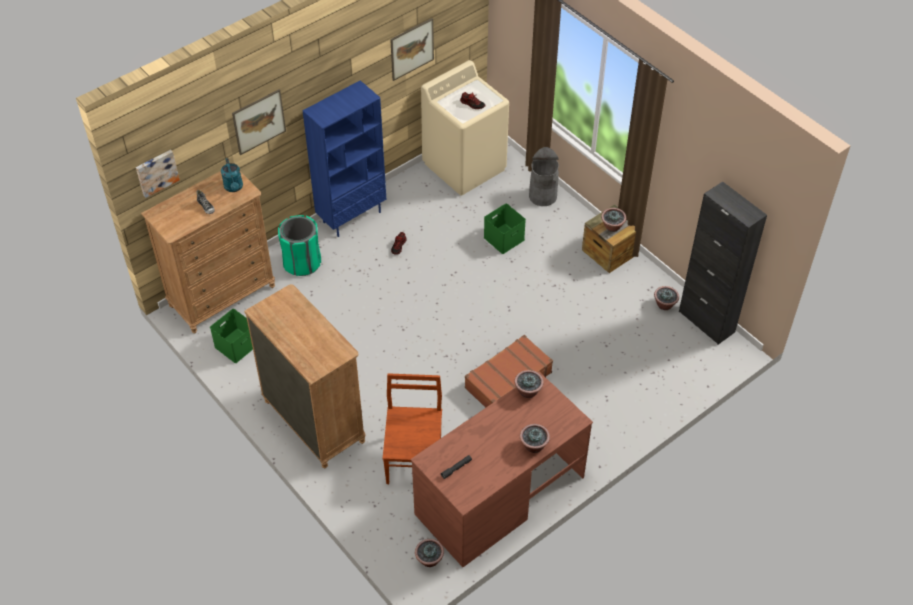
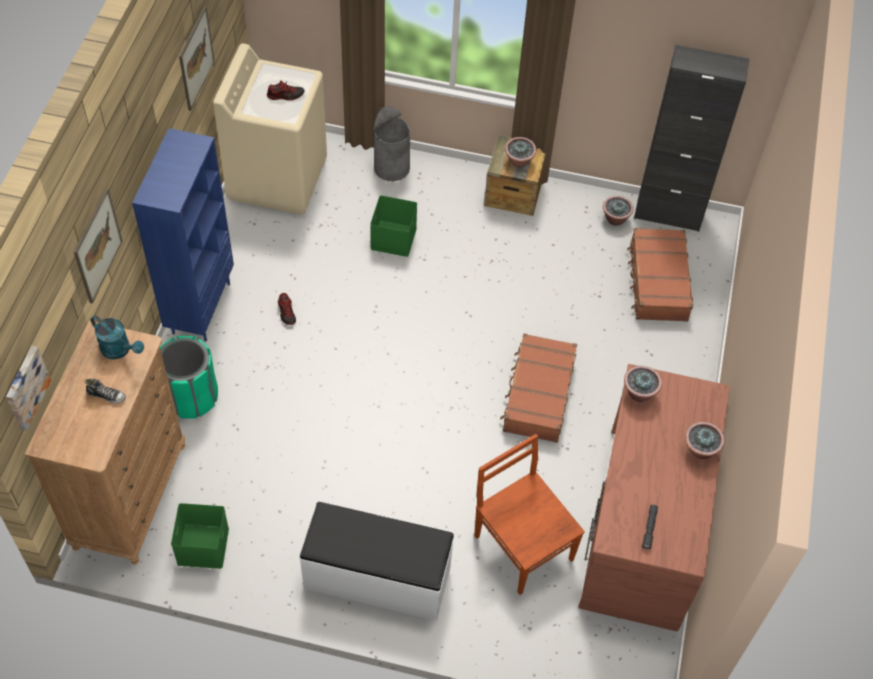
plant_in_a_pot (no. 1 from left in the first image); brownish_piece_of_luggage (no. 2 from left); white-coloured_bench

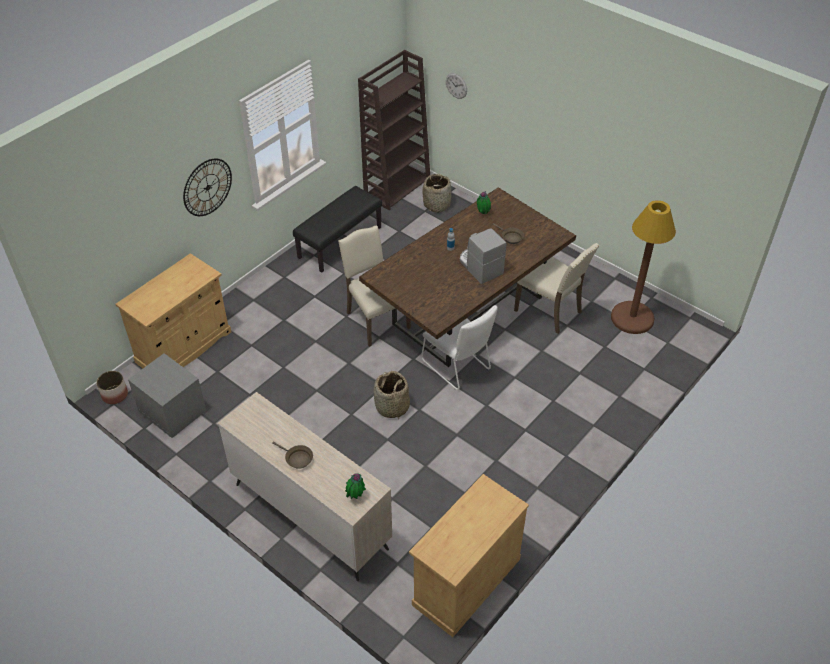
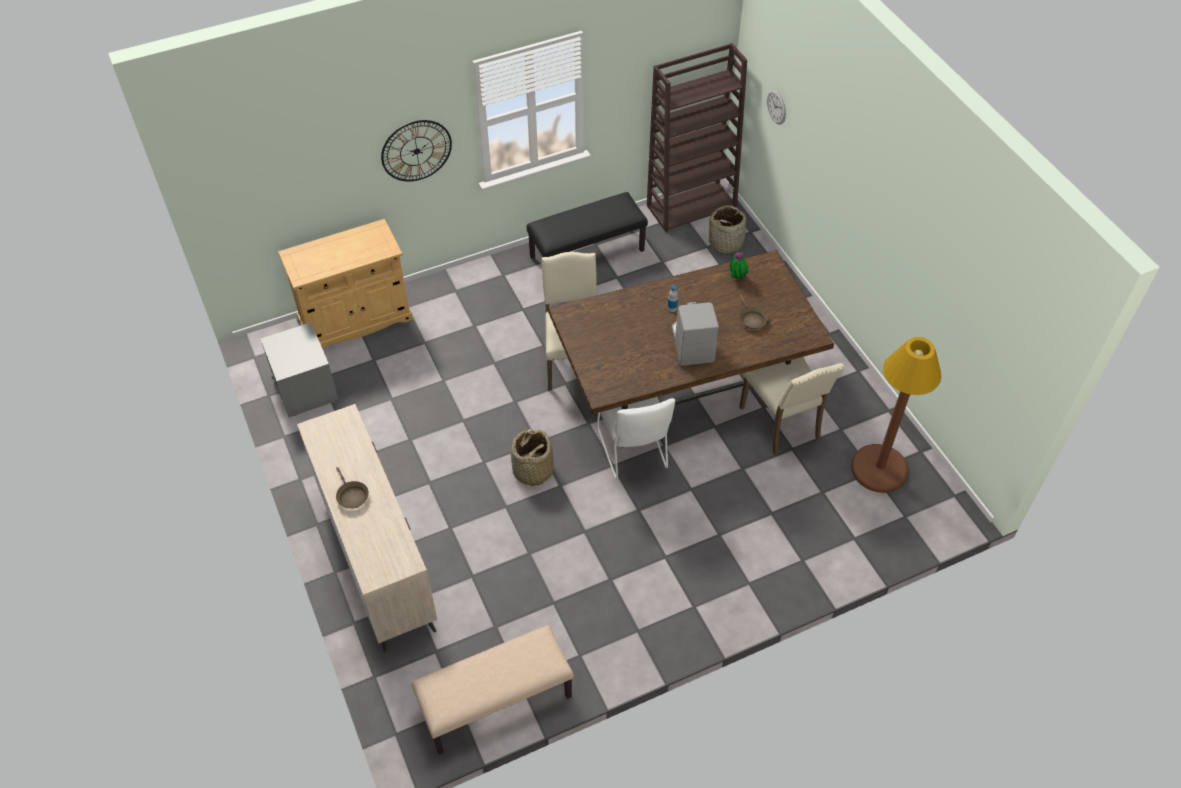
flower_pot; plant_in_a_pot (no. 1 from left in the first image); beige-coloured_bench

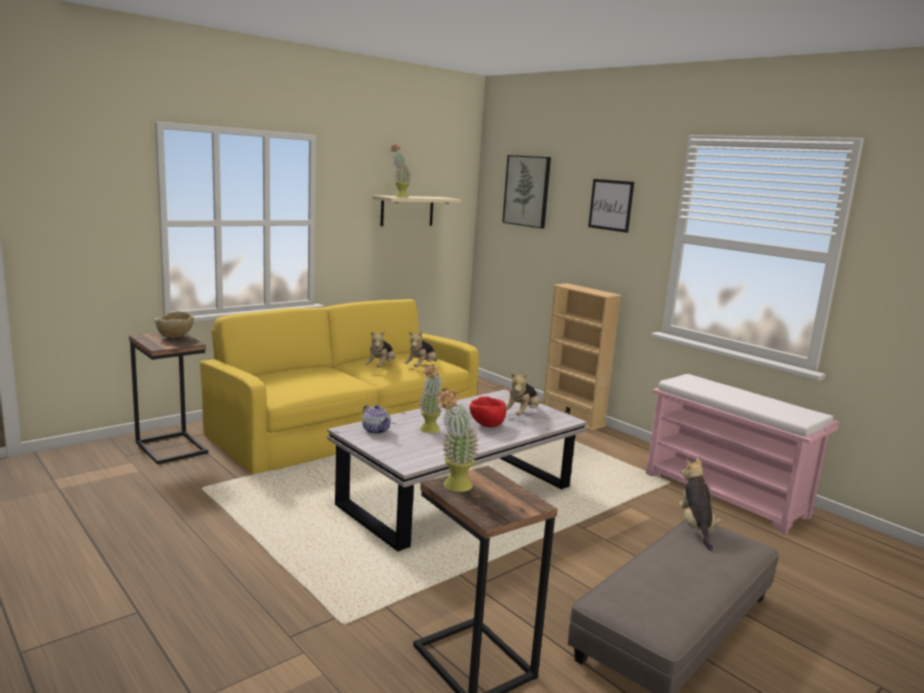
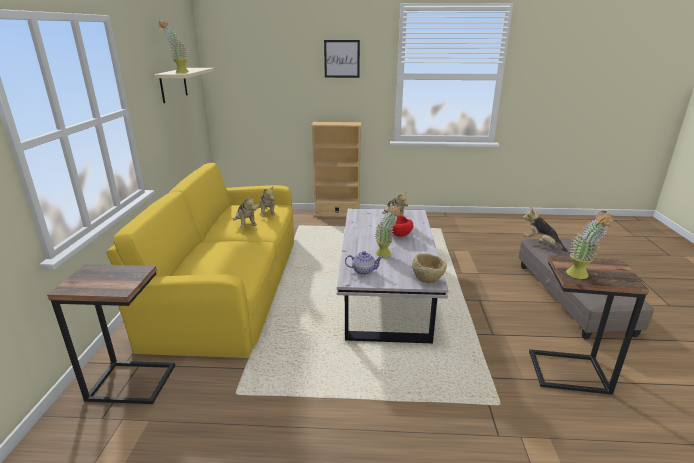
wall_art (no. 1 from left in the first image); pink_bench; beige-coloured_bowl

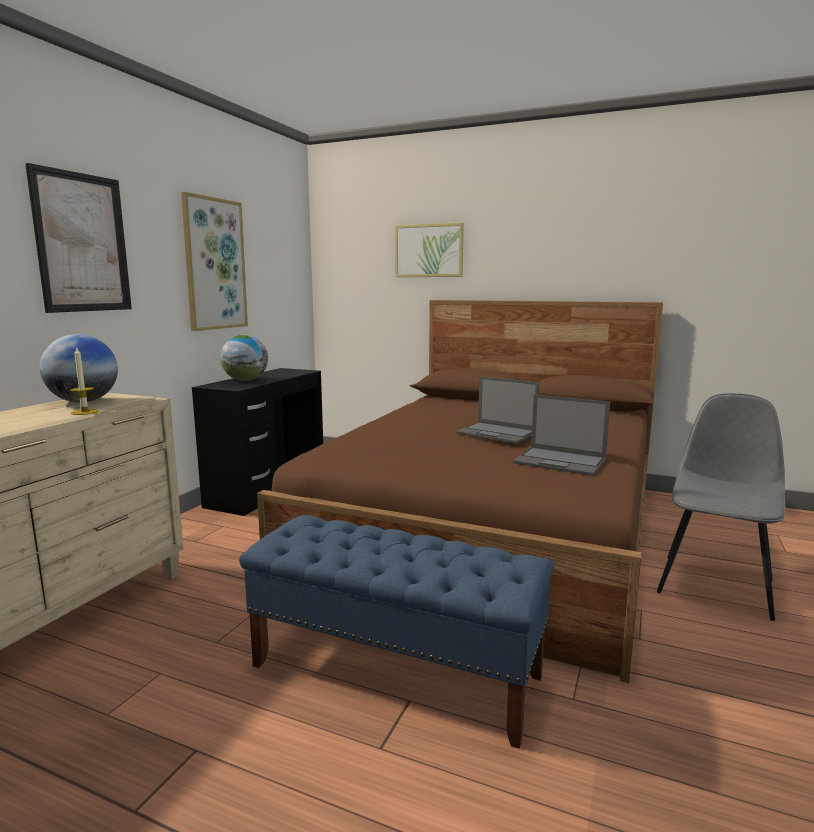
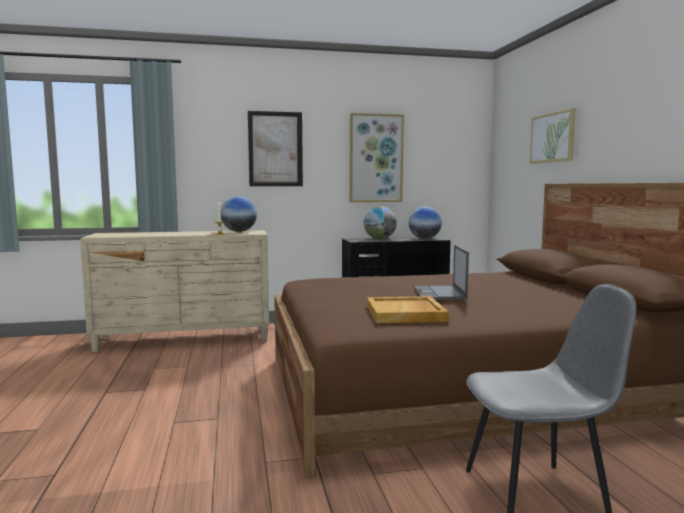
bluish_bench; world_globe (no. 3 from left); beige-coloured_tray

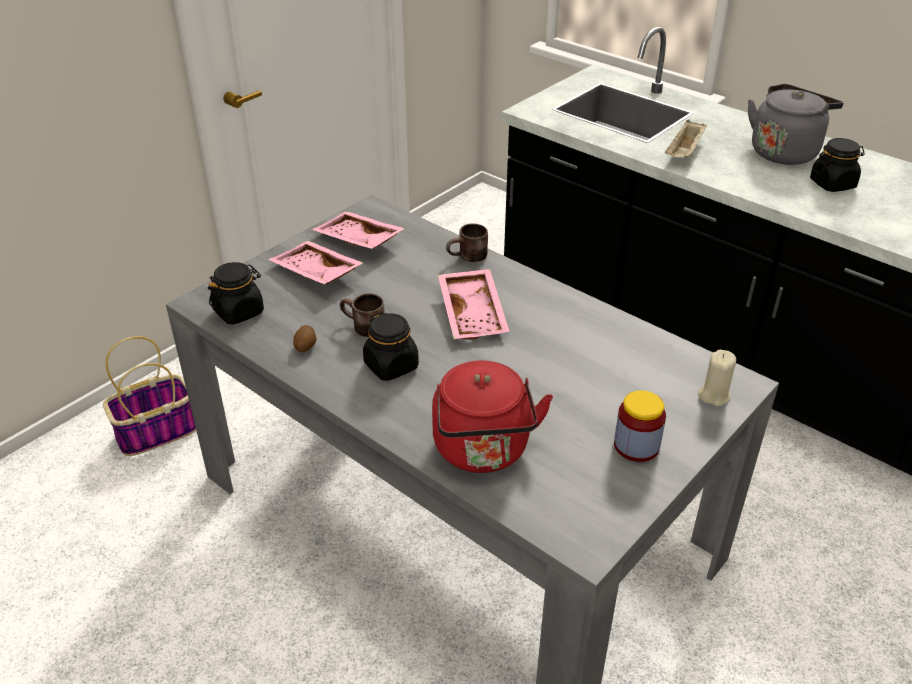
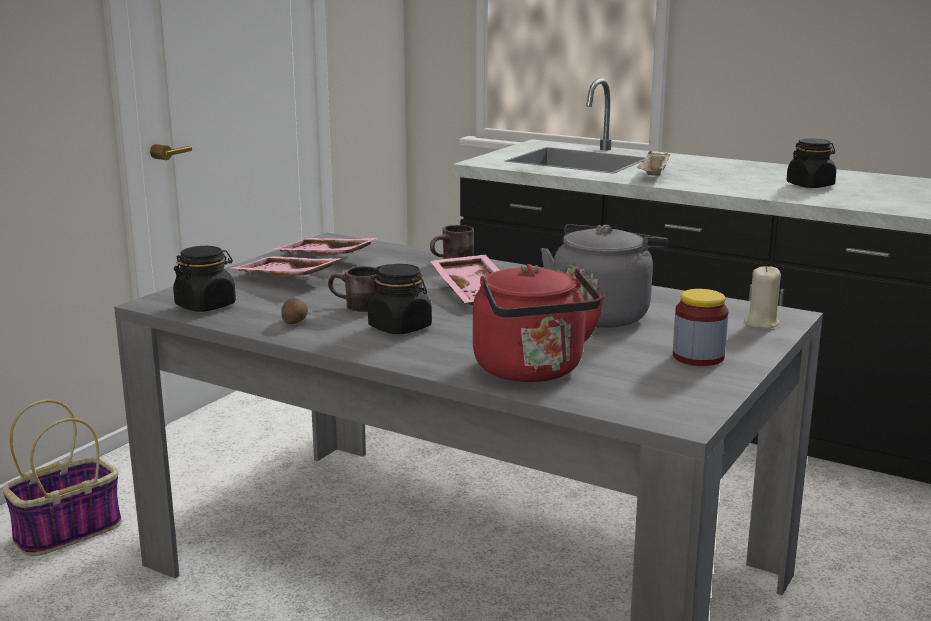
gray_tea_kettle

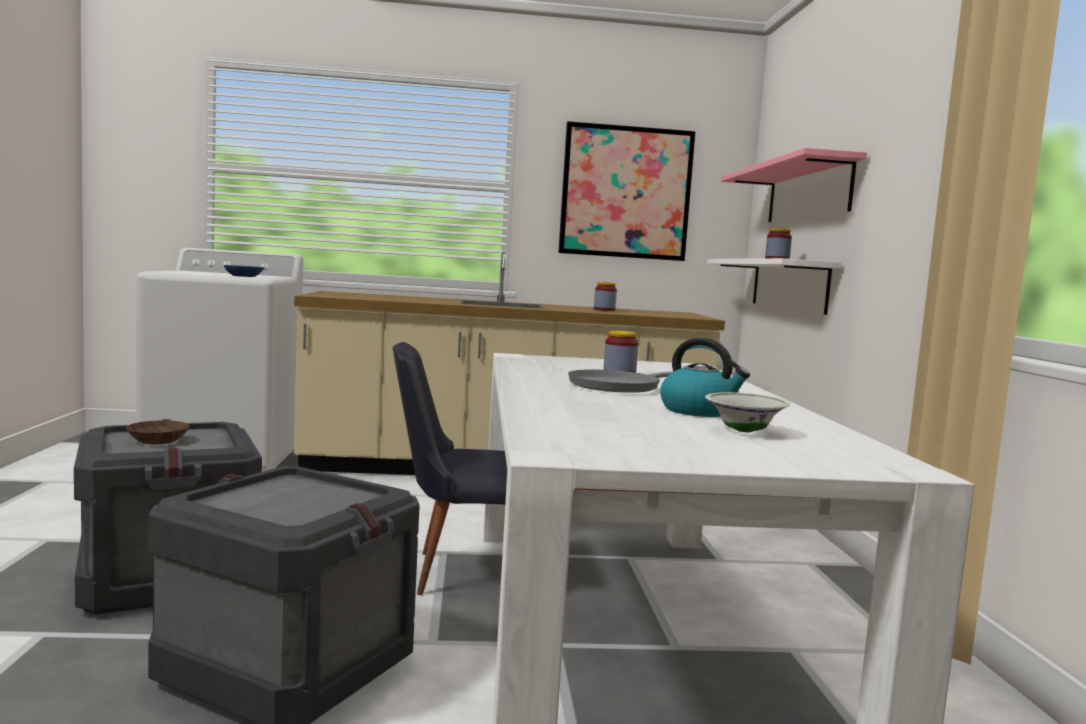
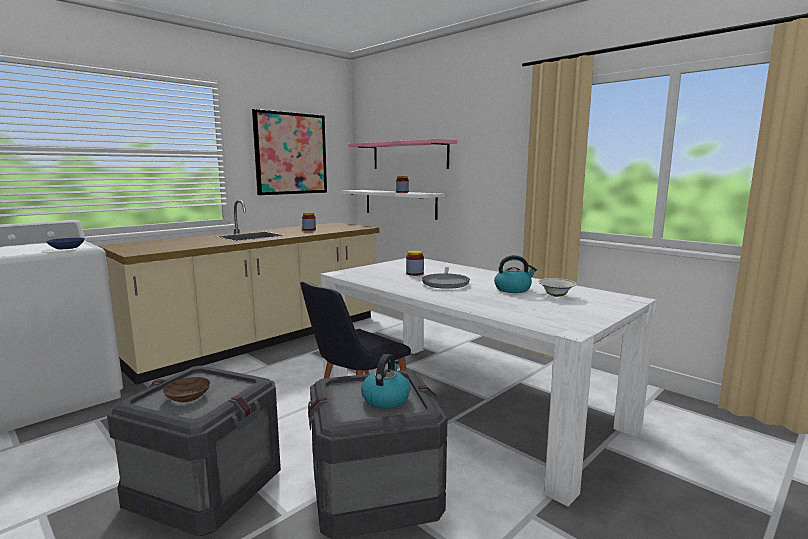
tea_kettle (no. 1 from left)

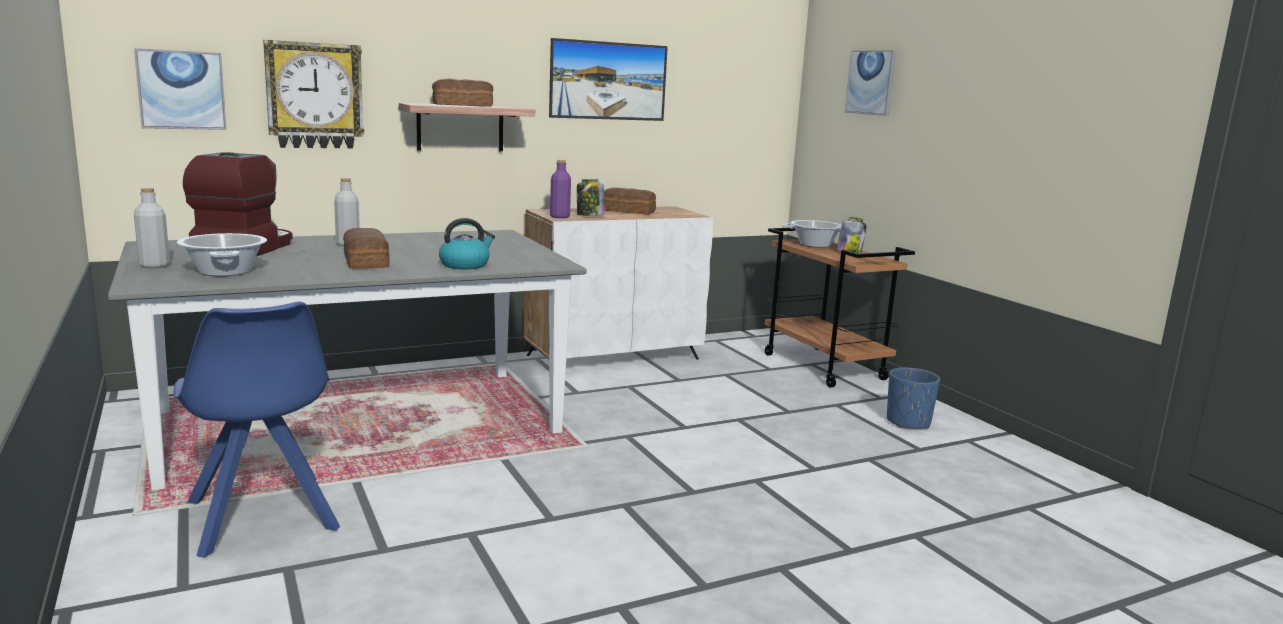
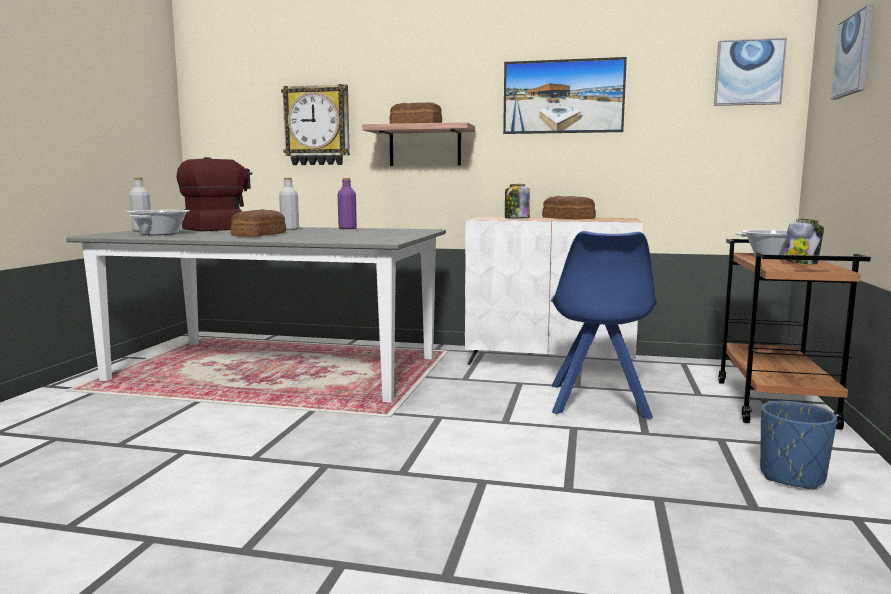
tea_kettle; wall_art (no. 2 from left); bluish_upright_chair; purple_beverage_bottle

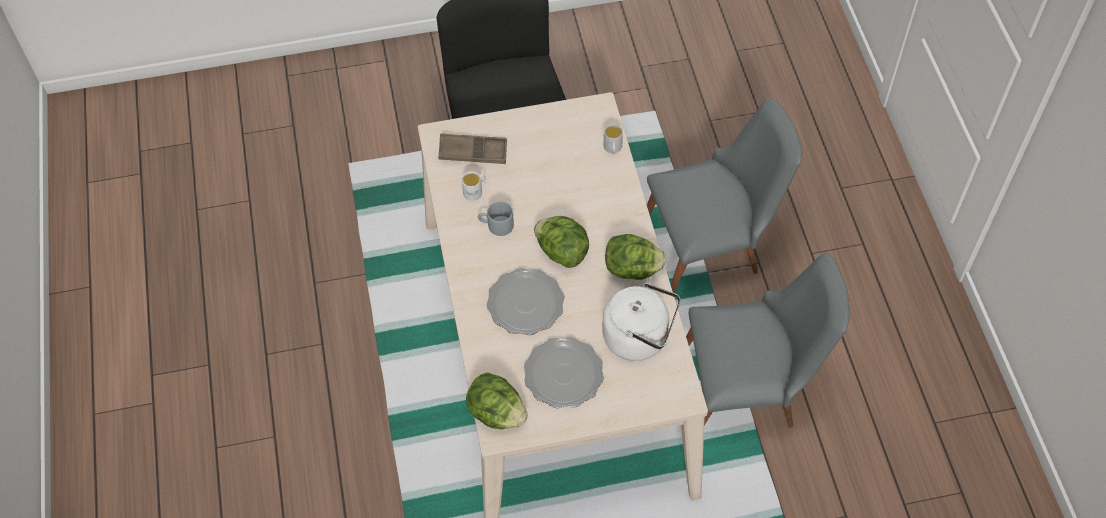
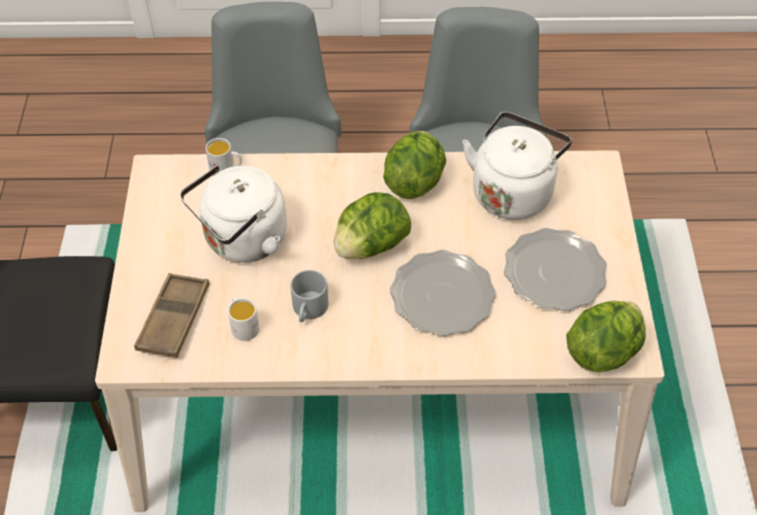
white-coloured_tea_kettle (no. 1 from left)

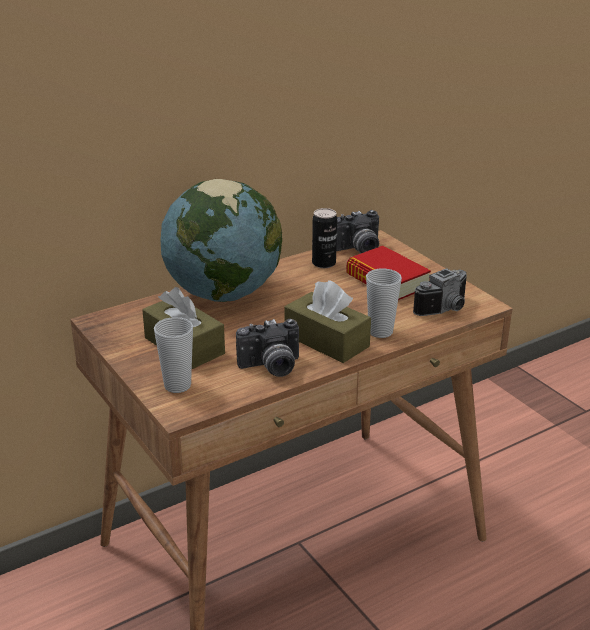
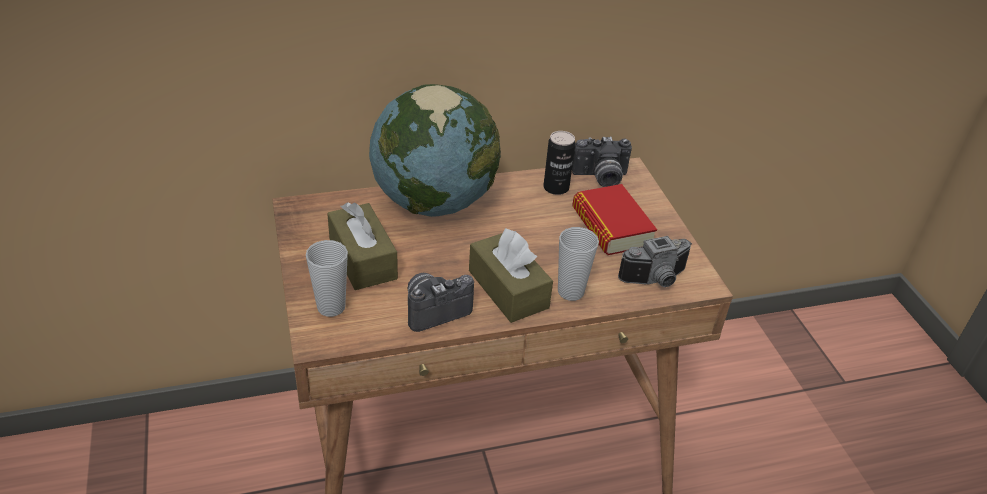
still_camera (no. 1 from left)

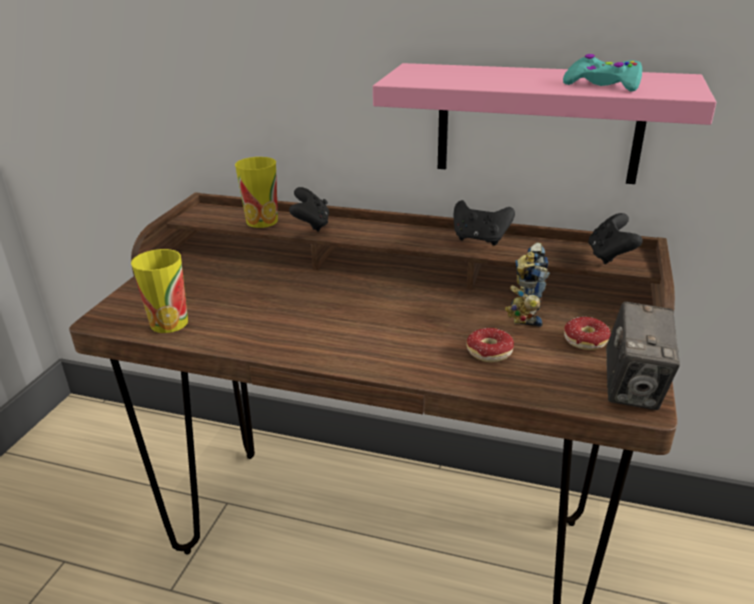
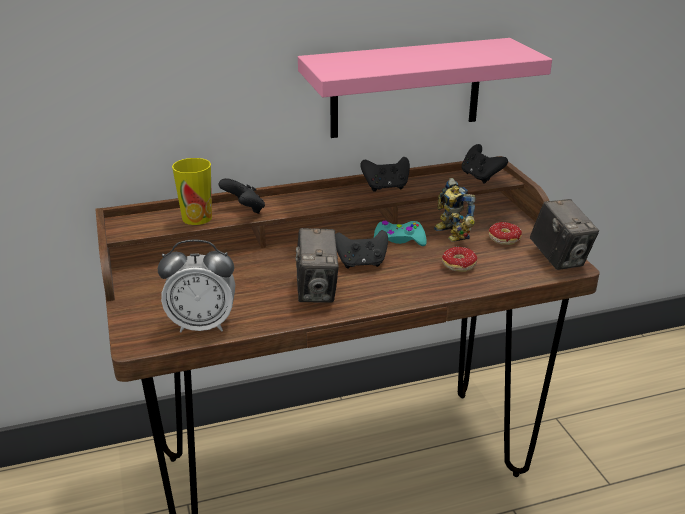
still_camera (no. 1 from left); blackish_gamepad (no. 2 from left); turquoise_gamepad; alarm_clock

